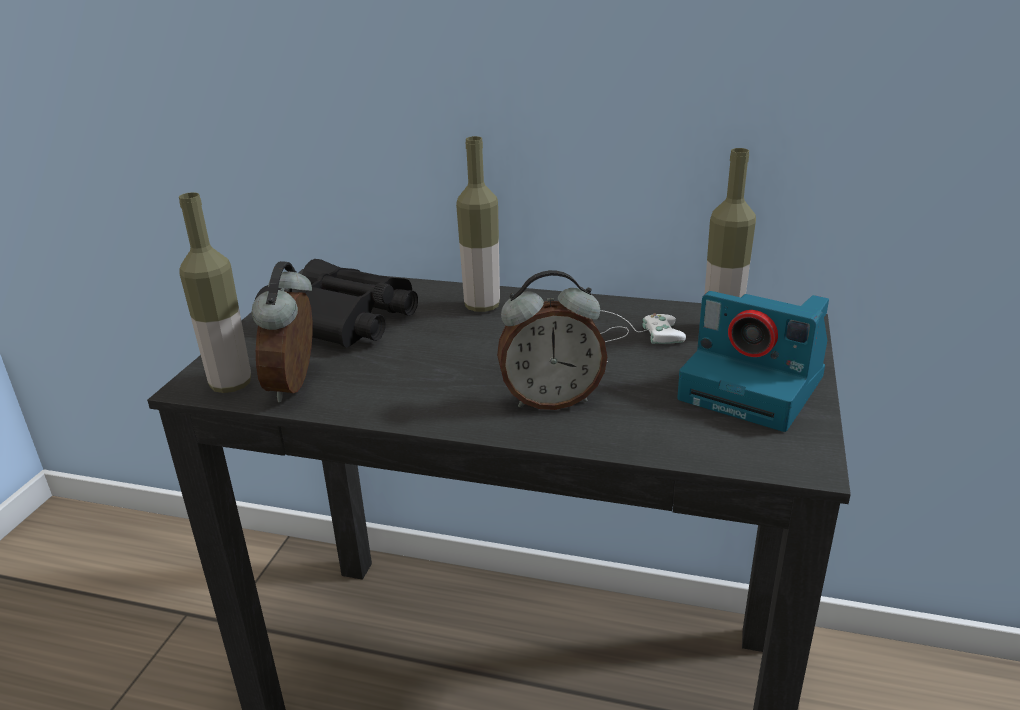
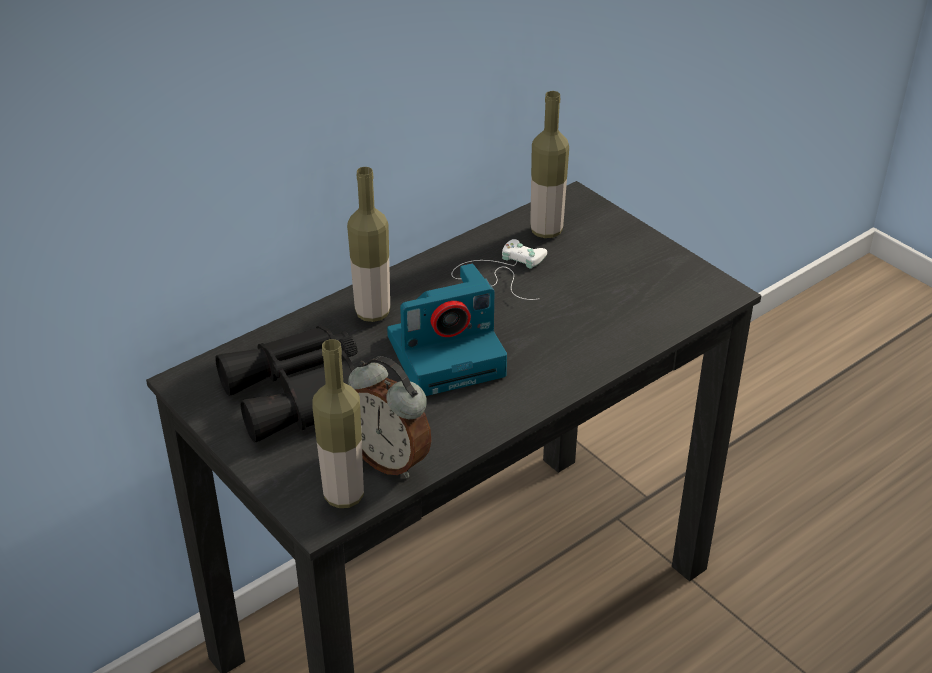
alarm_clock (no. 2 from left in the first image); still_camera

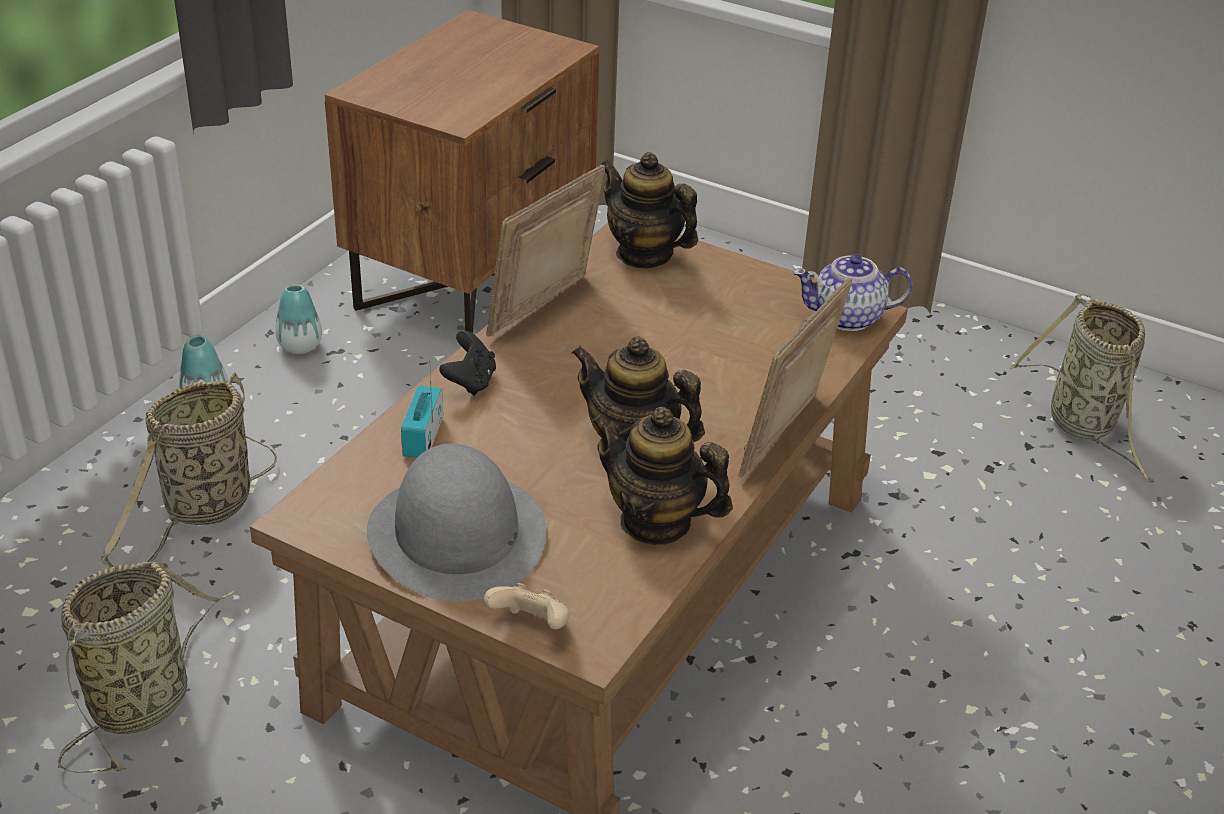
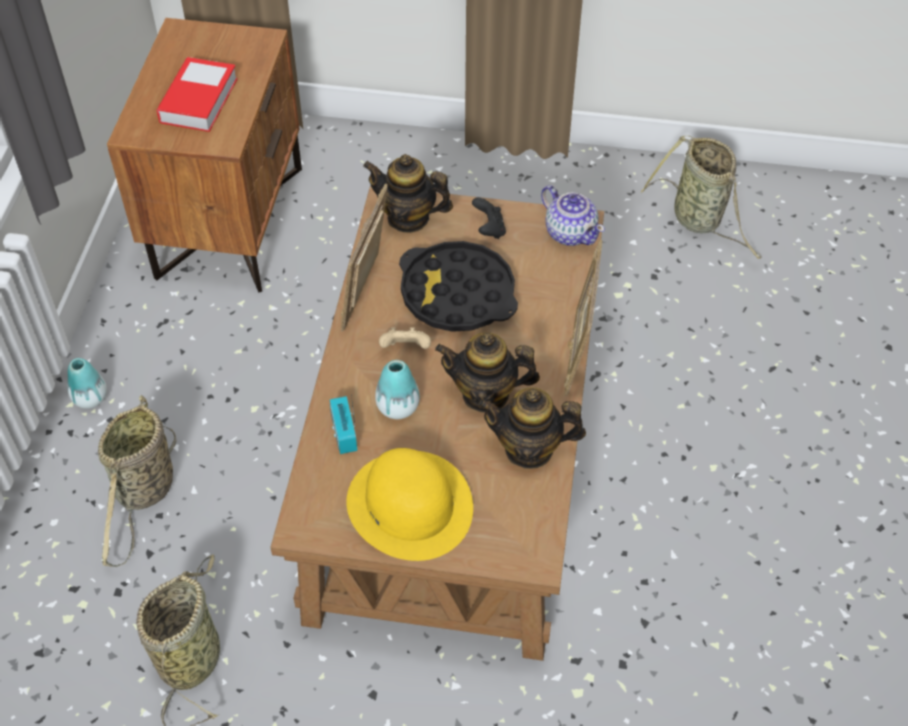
volume; blackish_tray; vase (no. 2 from left); blackish_gamepad; beige-coloured_gamepad; yellow-coloured_wearable_hat; pot_for_tea (no. 4 from left)

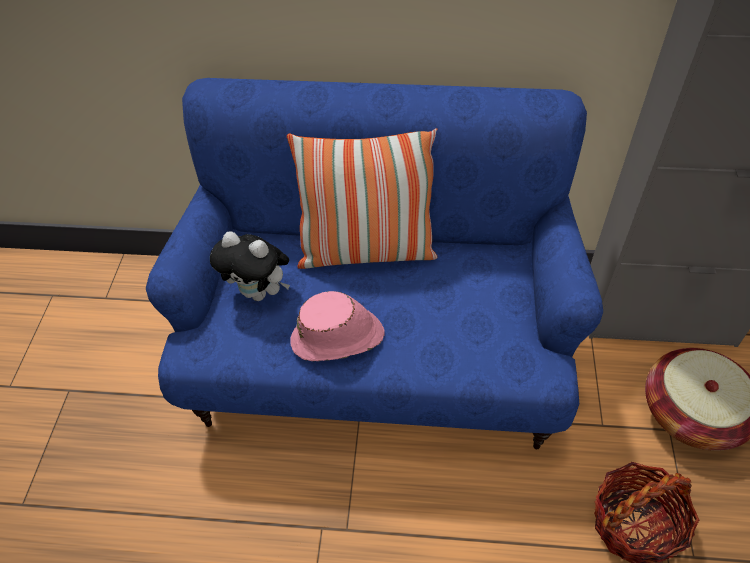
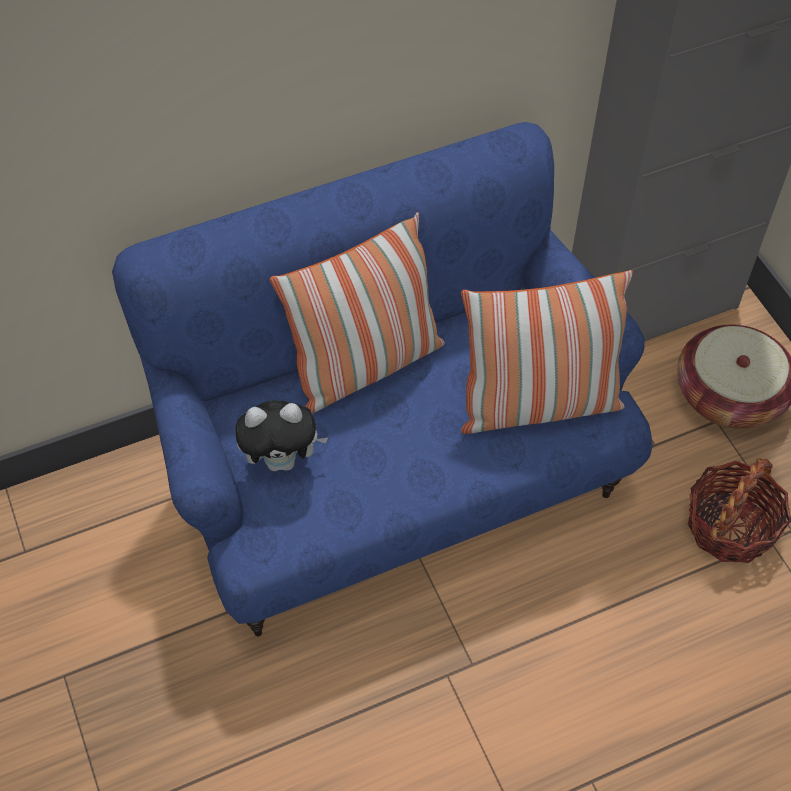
pink_wearable_hat; pillow (no. 2 from left)

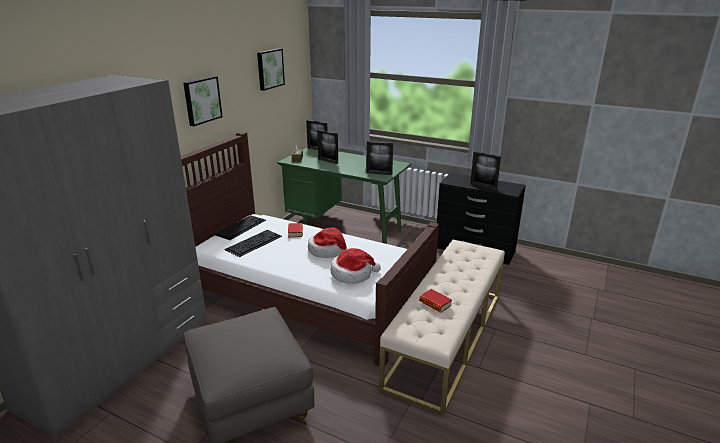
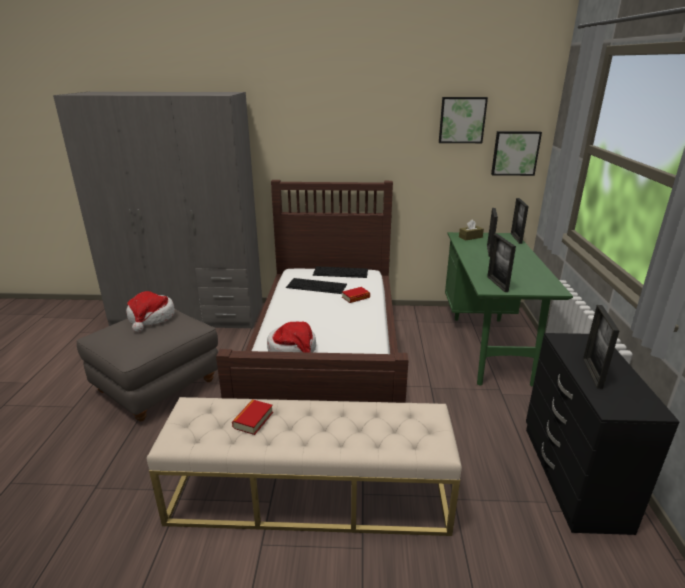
wall_art (no. 2 from left); wearable_hat (no. 1 from left)

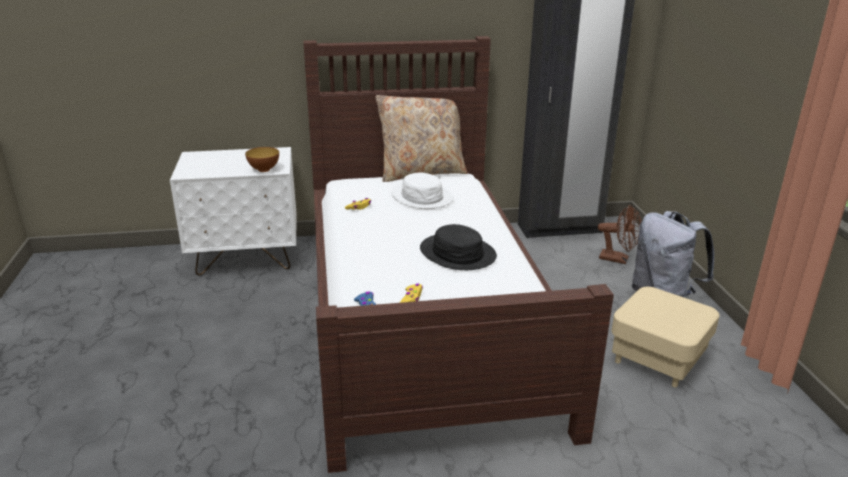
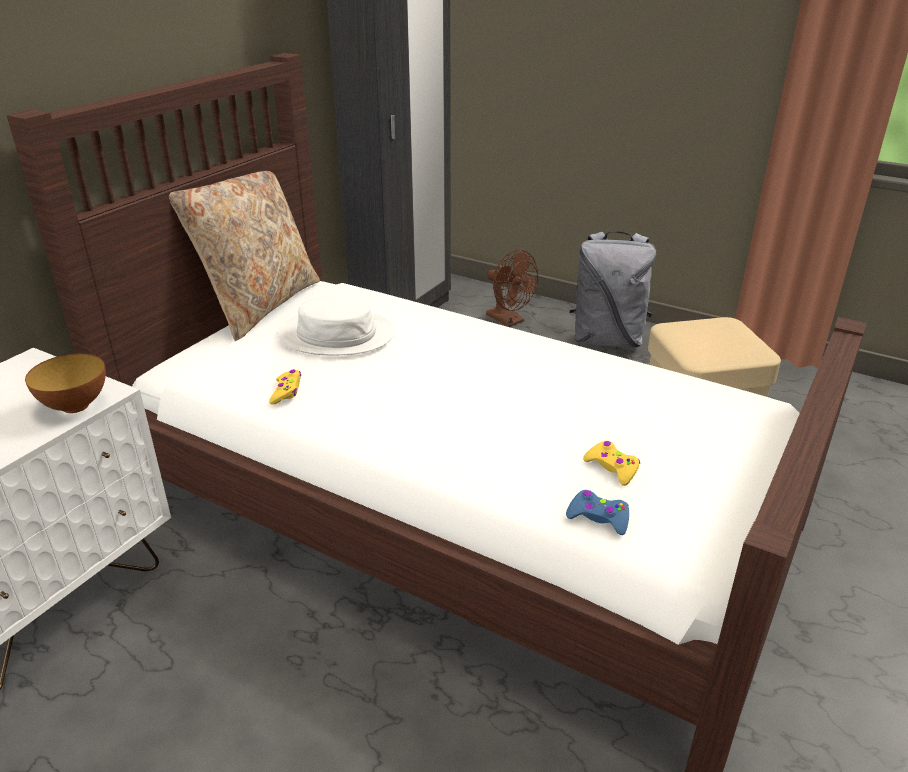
blackish_wearable_hat; brownish_cooling_fan

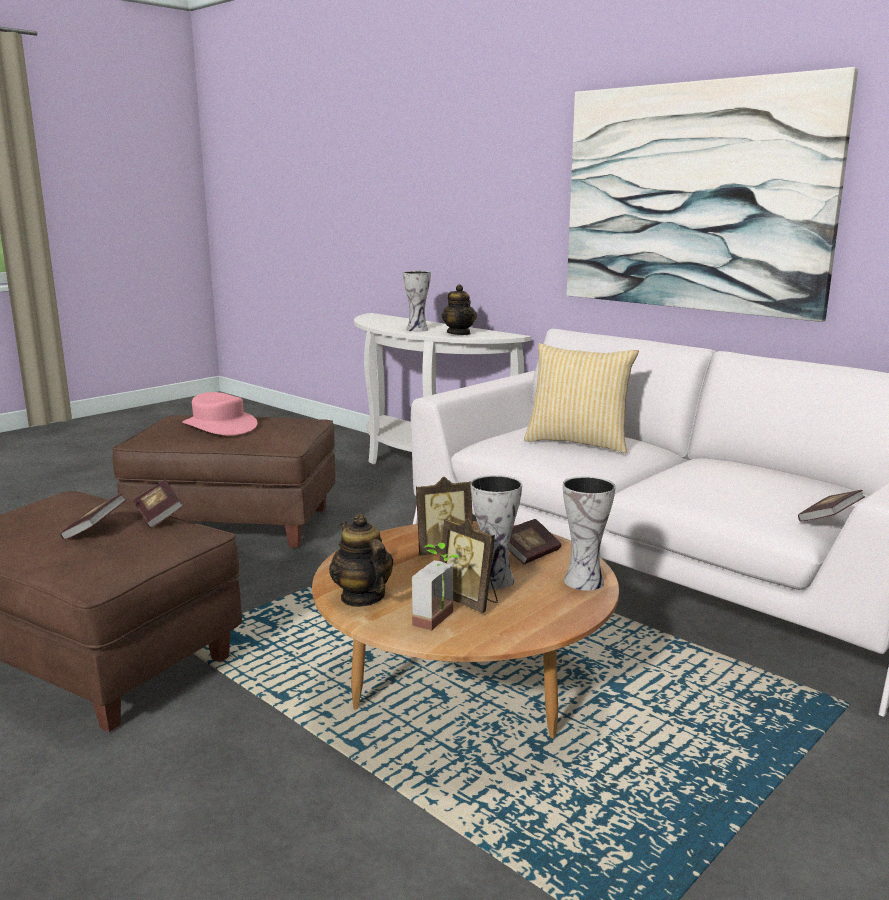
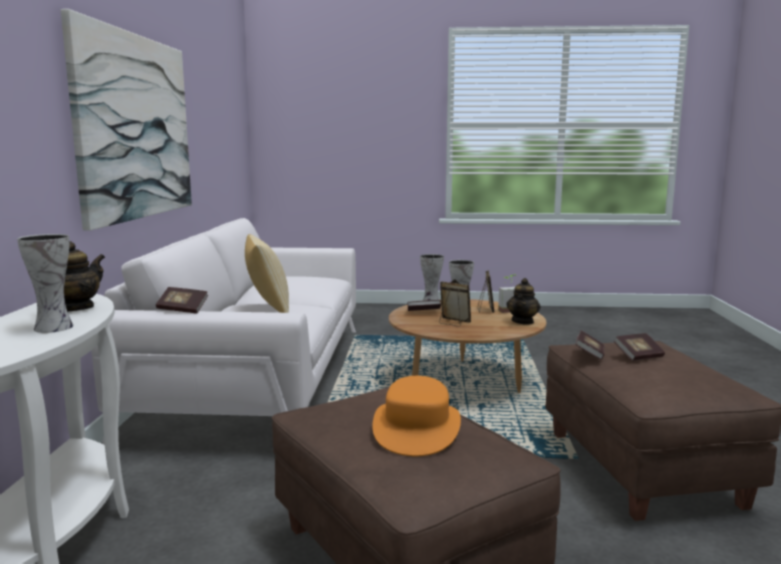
volume (no. 1 from left); orange-coloured_wearable_hat

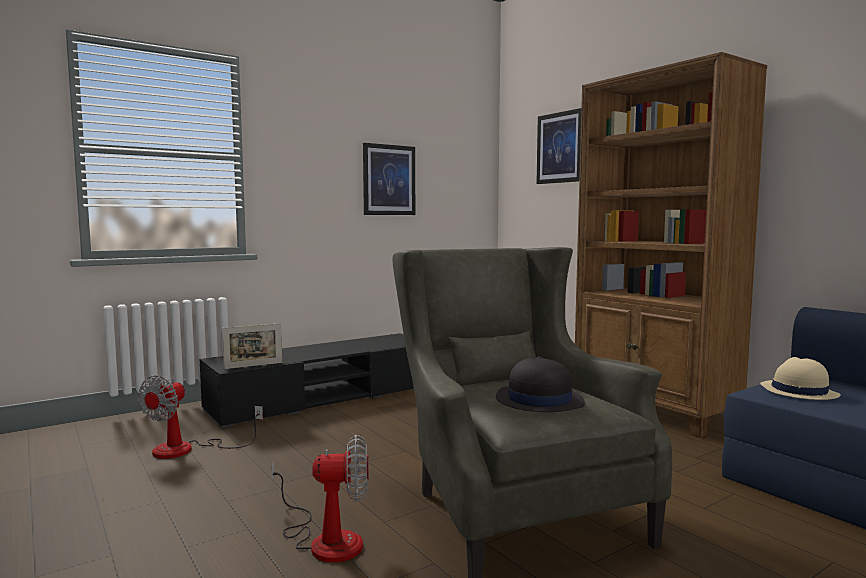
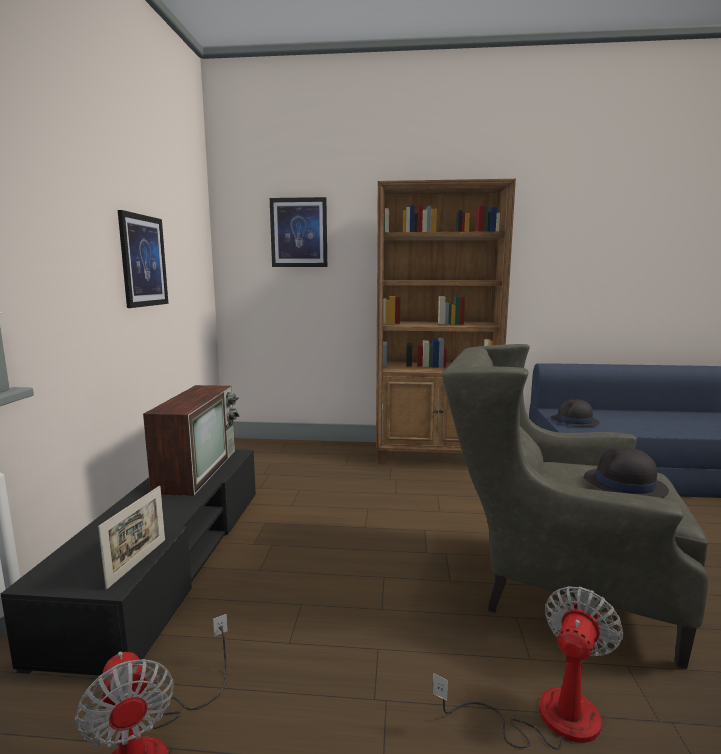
TV; blackish_wearable_hat (no. 1 from left)

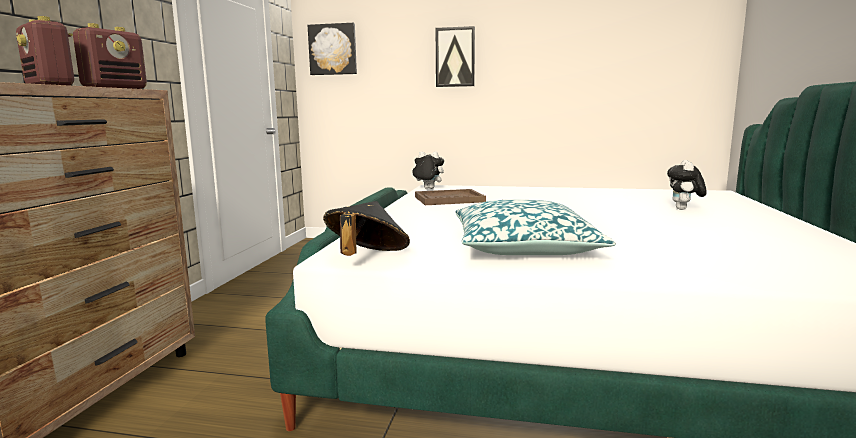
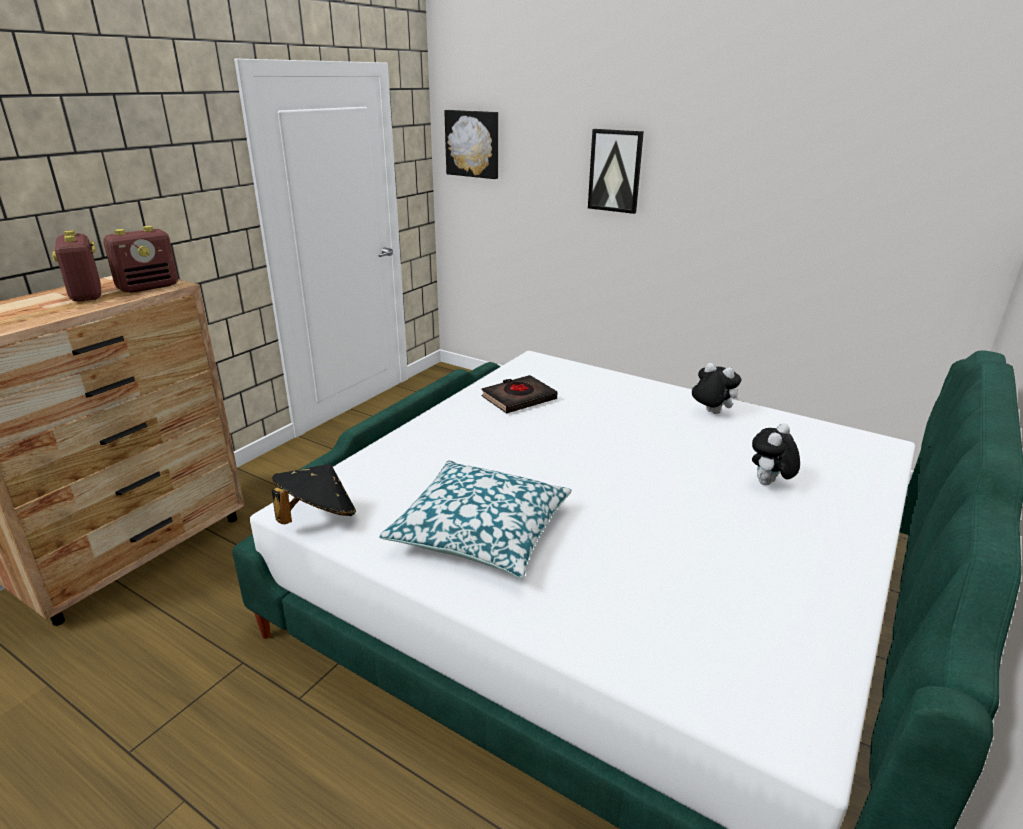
plush_toy (no. 1 from left); blackish_volume

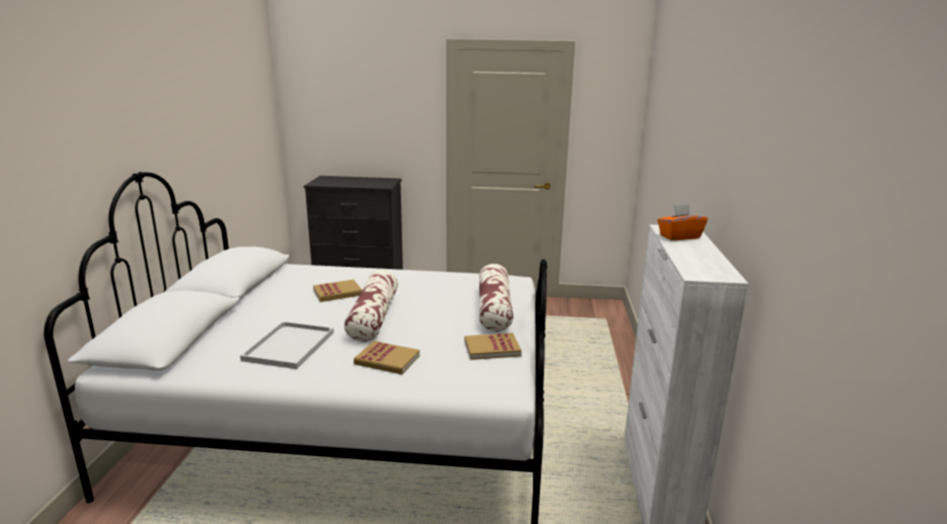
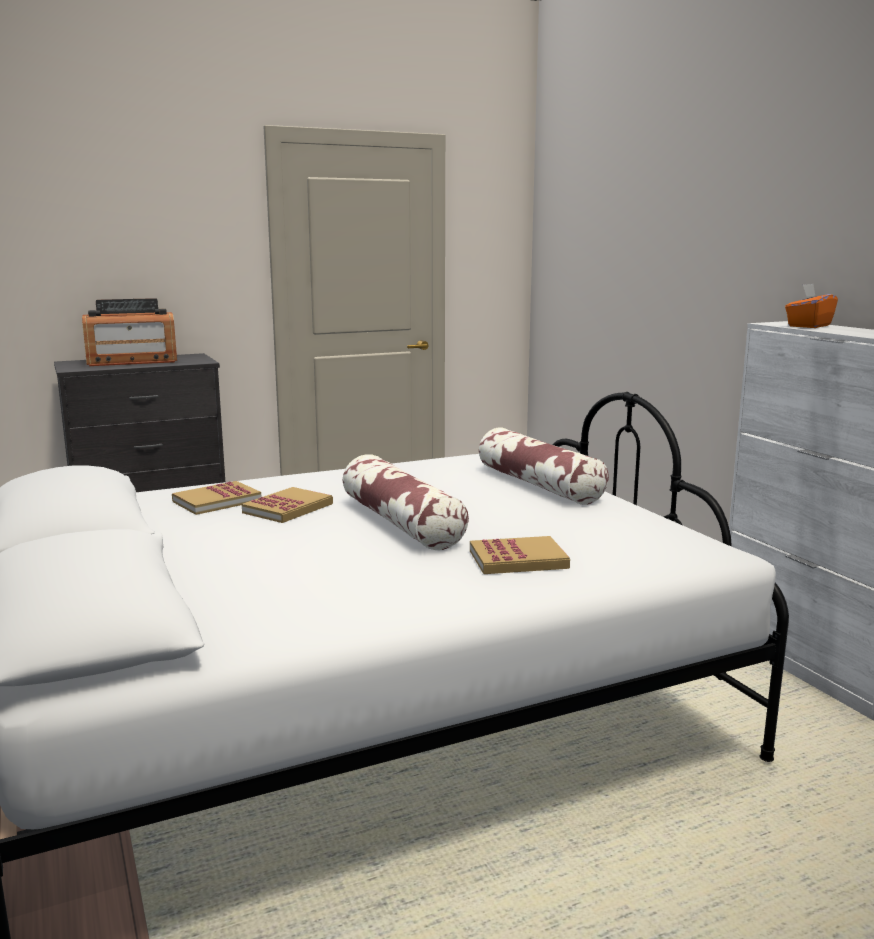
white-coloured_tray; radio_set; volume (no. 1 from left)

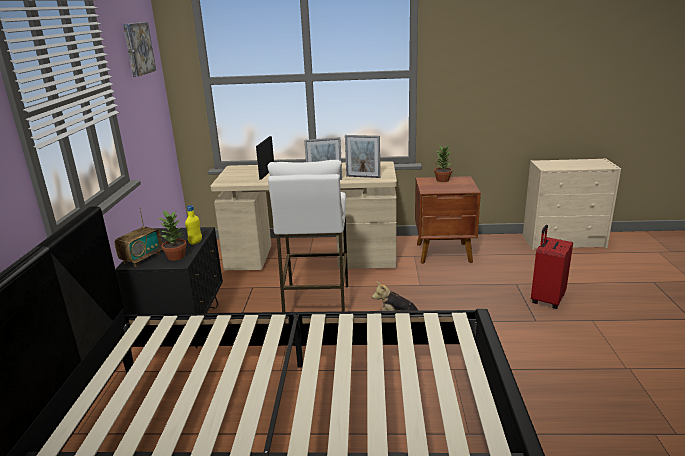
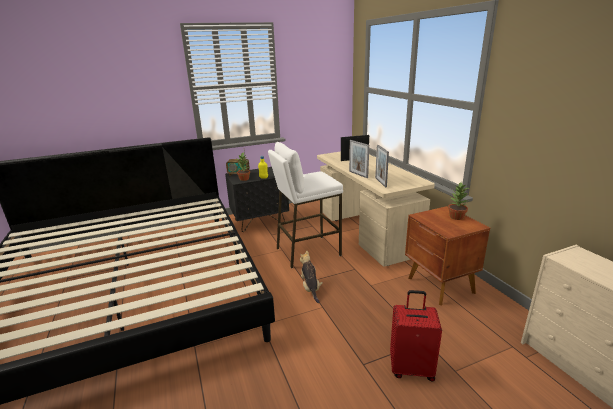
wall_art

